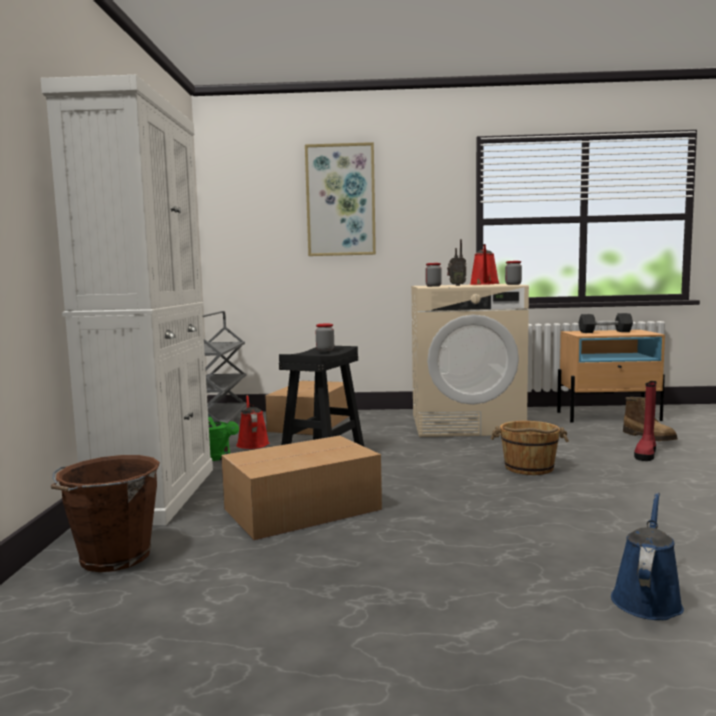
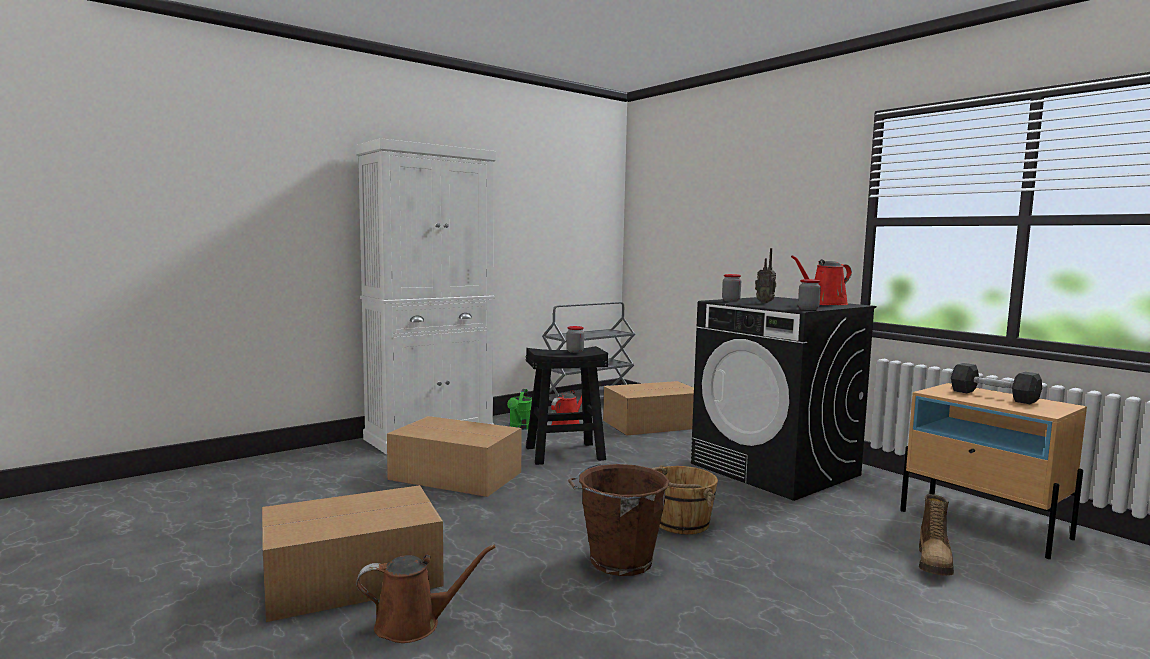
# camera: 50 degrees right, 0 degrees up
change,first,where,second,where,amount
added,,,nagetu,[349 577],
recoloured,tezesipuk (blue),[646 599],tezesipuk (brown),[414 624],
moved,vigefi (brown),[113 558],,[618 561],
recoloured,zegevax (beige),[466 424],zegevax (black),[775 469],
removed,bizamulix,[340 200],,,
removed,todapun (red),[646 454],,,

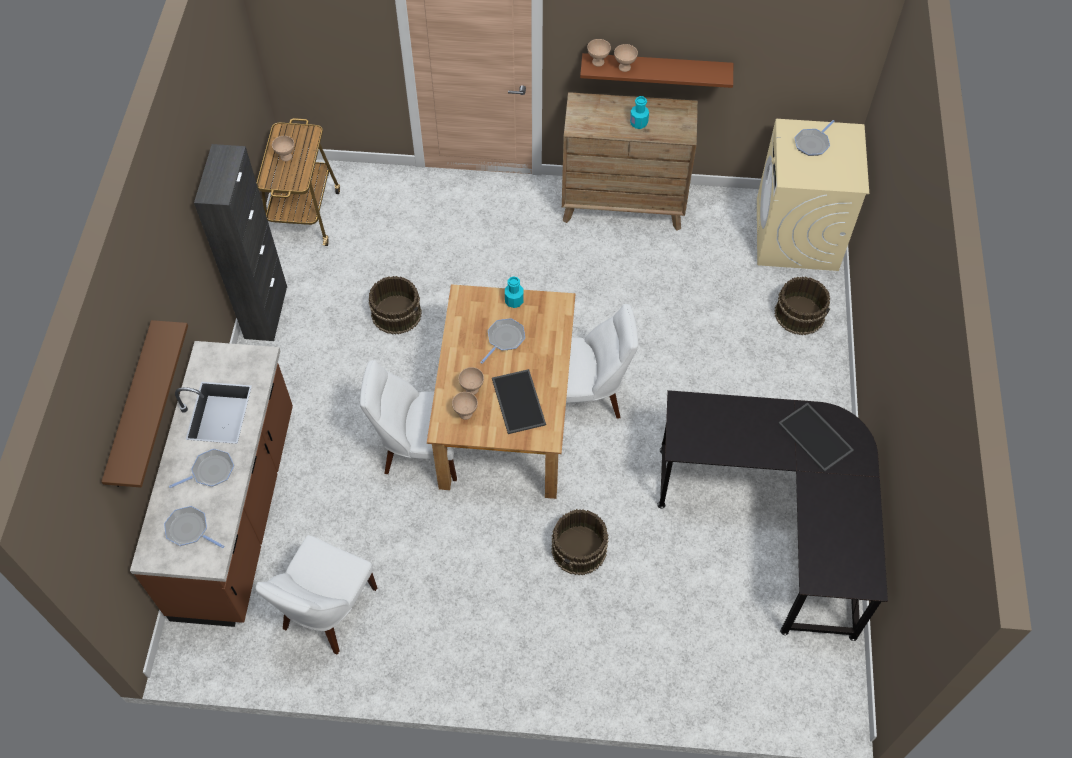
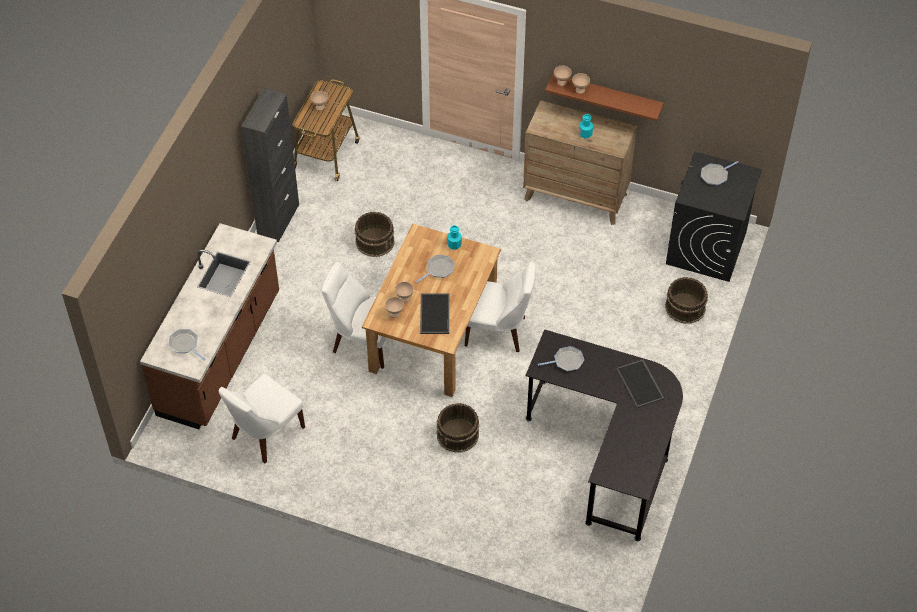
# camera: 15 degrees right, 5 degrees down
change,first,where,second,where,amount
moved,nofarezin,[211 471],,[566 361],
recoloured,zegevax (beige),[797 235],zegevax (black),[706 248],
removed,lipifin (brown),[132 407],,,

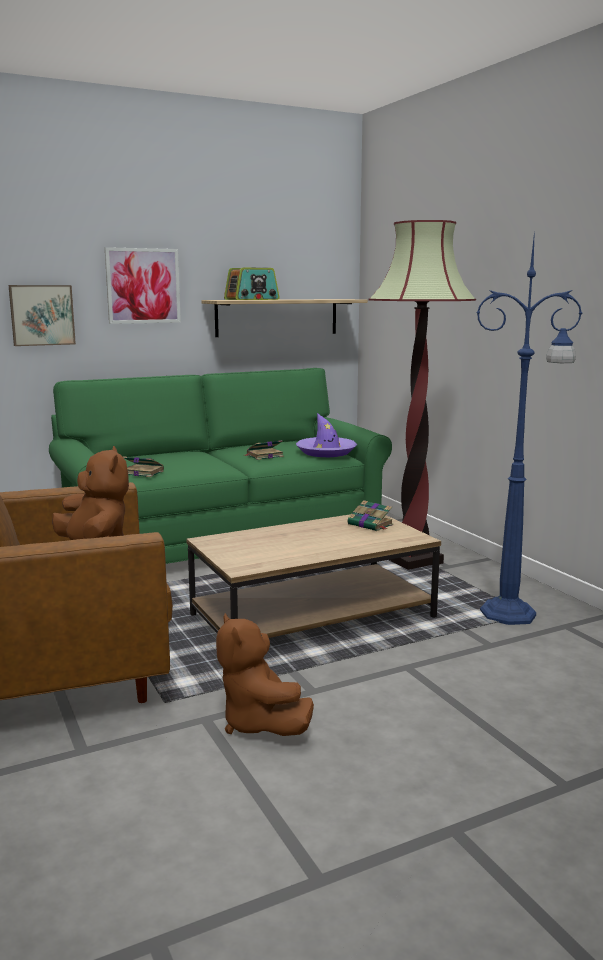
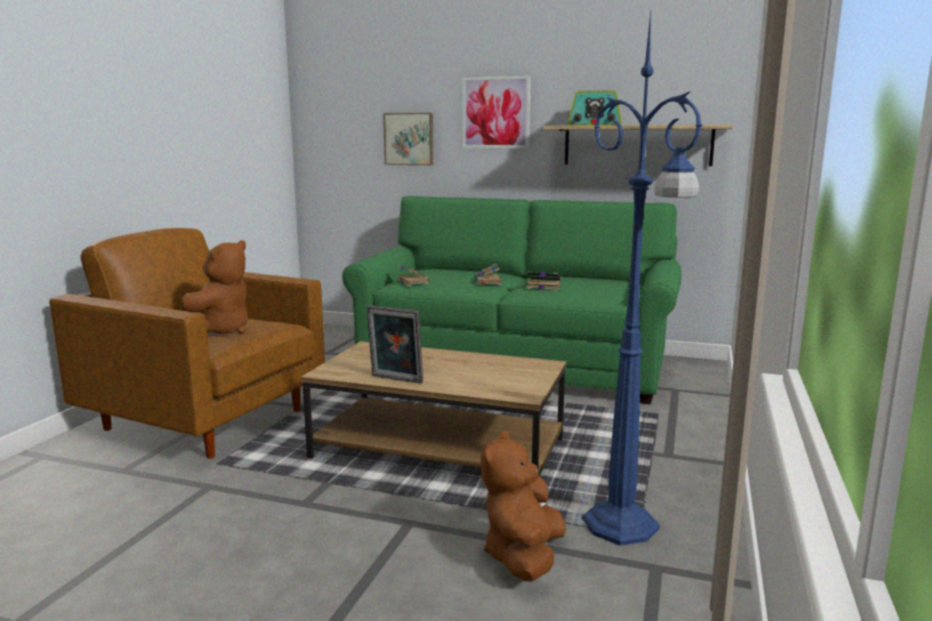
# camera: 45 degrees right, 0 degrees up
change,first,where,second,where,amount
added,,,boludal,[395 380],
moved,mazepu,[371 525],,[488 282],
moved,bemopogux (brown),[259 723],,[523 557],
removed,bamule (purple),[326 452],,,
removed,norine,[412 560],,,

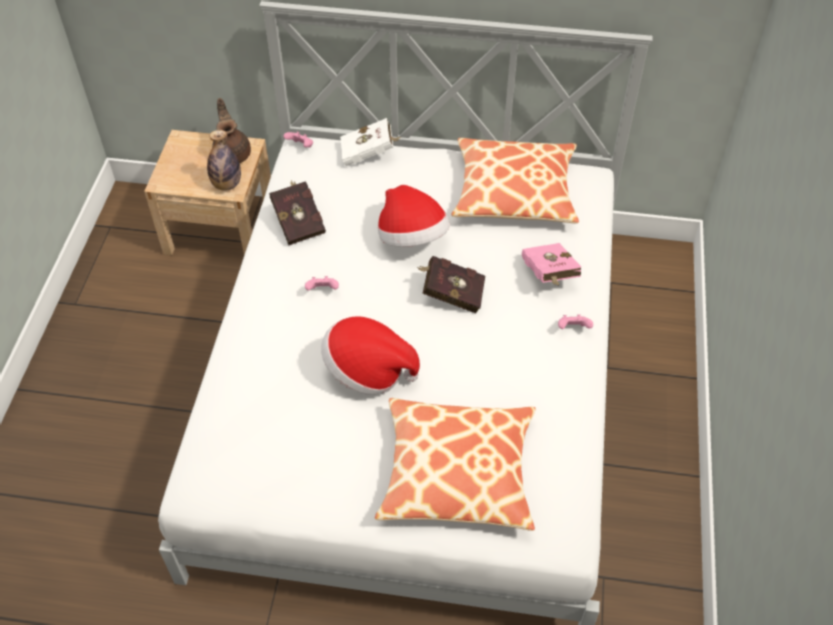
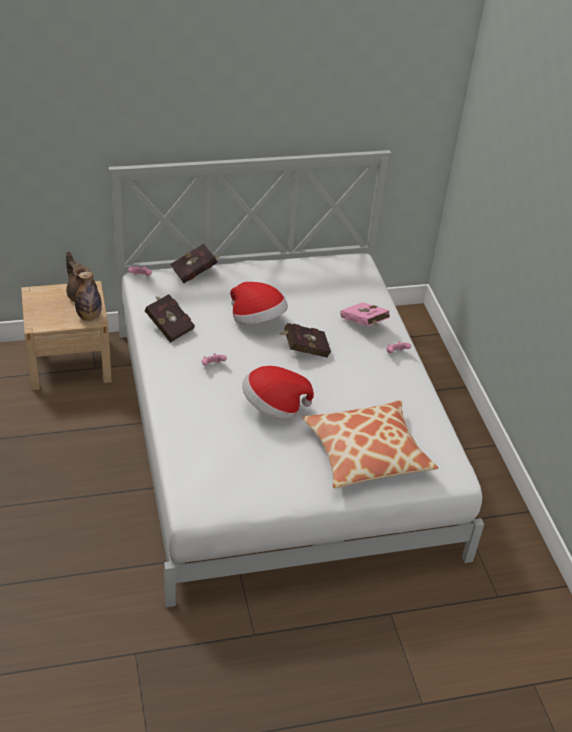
# camera: 25 degrees left, 10 degrees down
change,first,where,second,where,amount
recoloured,mazepu (white),[370 154],mazepu (red),[196 272],
removed,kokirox,[514 192],,,

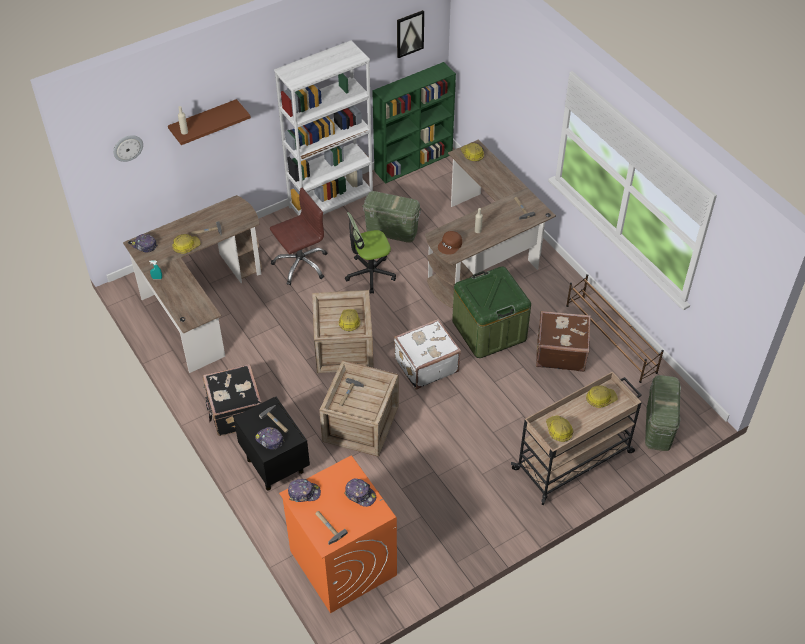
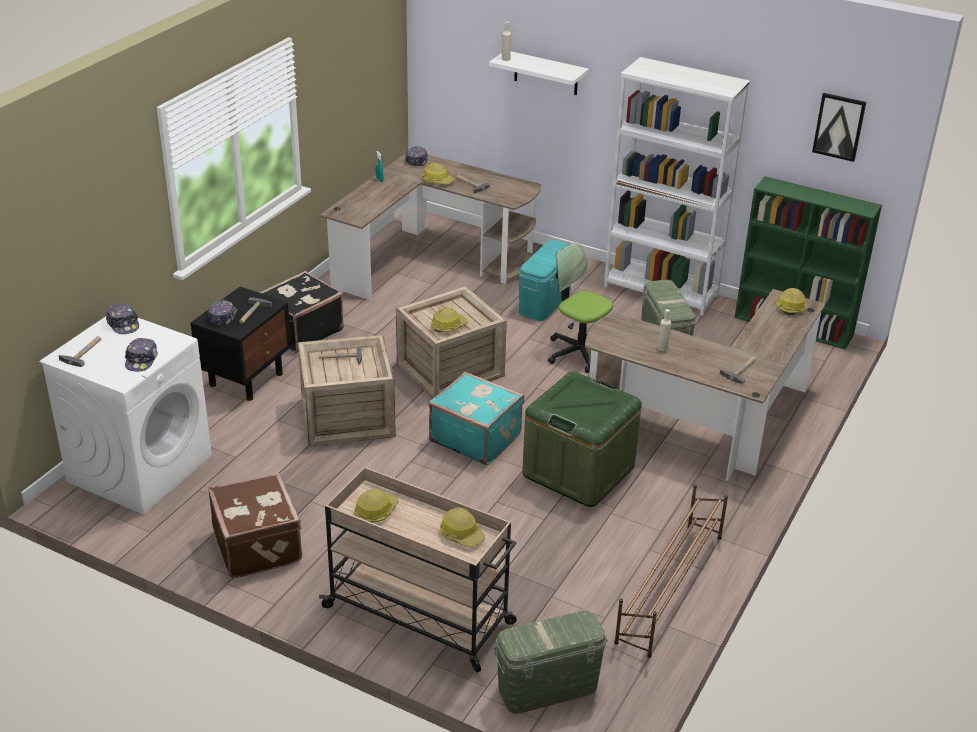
# camera: 60 degrees right, 15 degrees down
change,first,where,second,where,amount
recoloured,zegevax (orange),[342 562],zegevax (white),[140 468],
moved,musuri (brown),[560 352],,[259 545],
recoloured,musuri (white),[425 365],musuri (turquoise),[476 437],
recoloured,lipifin (brown),[204 121],lipifin (white),[546 73],
replaced,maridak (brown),[300 264],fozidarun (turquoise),[544 303],
removed,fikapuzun,[127 147],,,
removed,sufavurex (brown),[450 245],,,

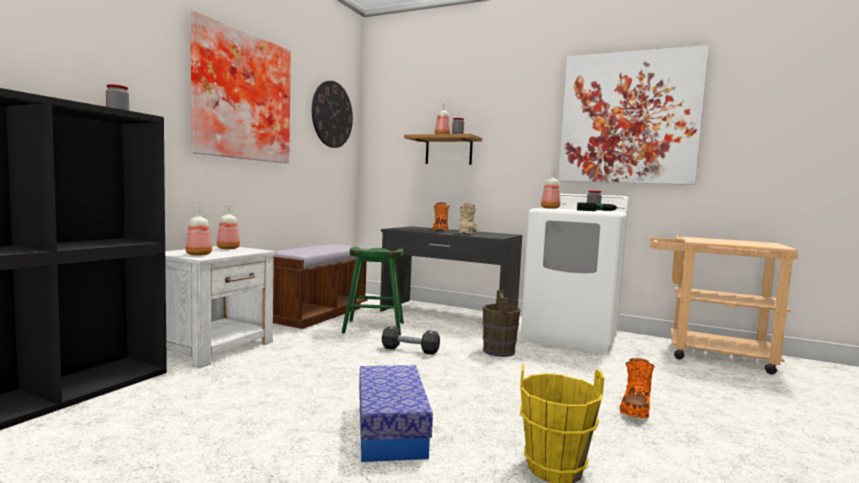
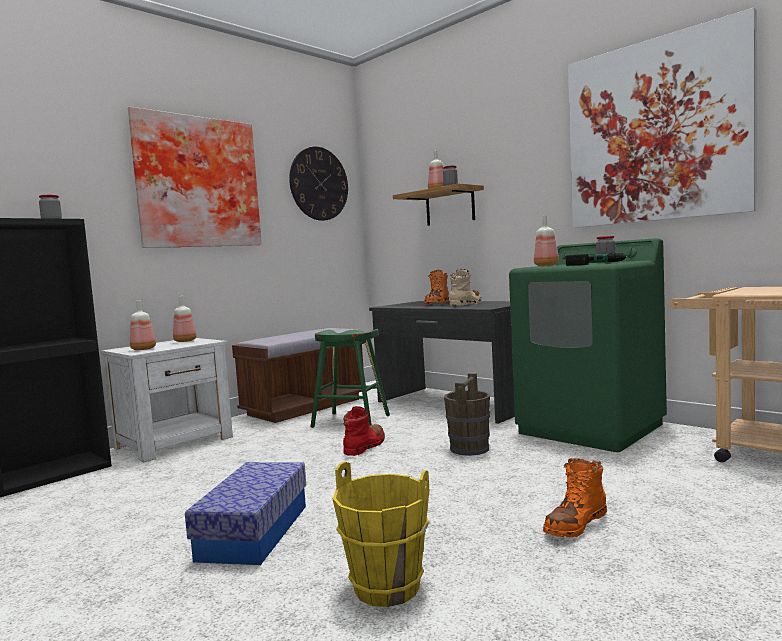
# camera: 20 degrees right, 0 degrees up
change,first,where,second,where,amount
replaced,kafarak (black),[410 350],todapun (red),[365 446],
recoloured,zegevax (white),[571 335],zegevax (green),[591 429],

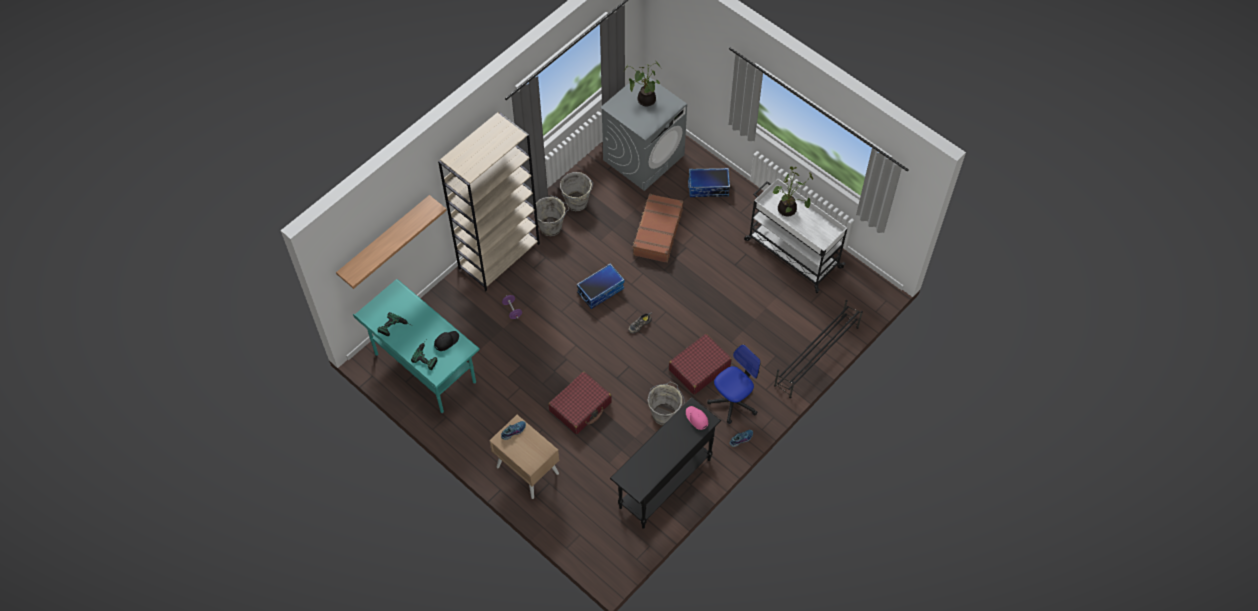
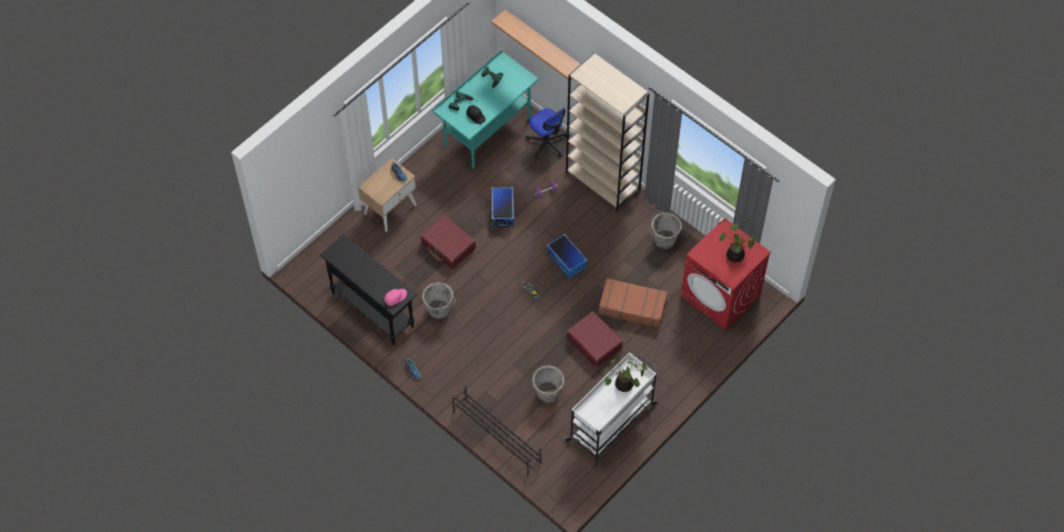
# camera: 90 degrees right, 0 degrees up
change,first,where,second,where,amount
moved,fozidarun,[708 188],,[502 211],
moved,maridak,[733 401],,[547 143],
moved,vigefi (grey),[551 227],,[548 394],
moved,musuri (red),[699 368],,[594 343],
recoloured,zegevax (grey),[643 157],zegevax (red),[721 295],

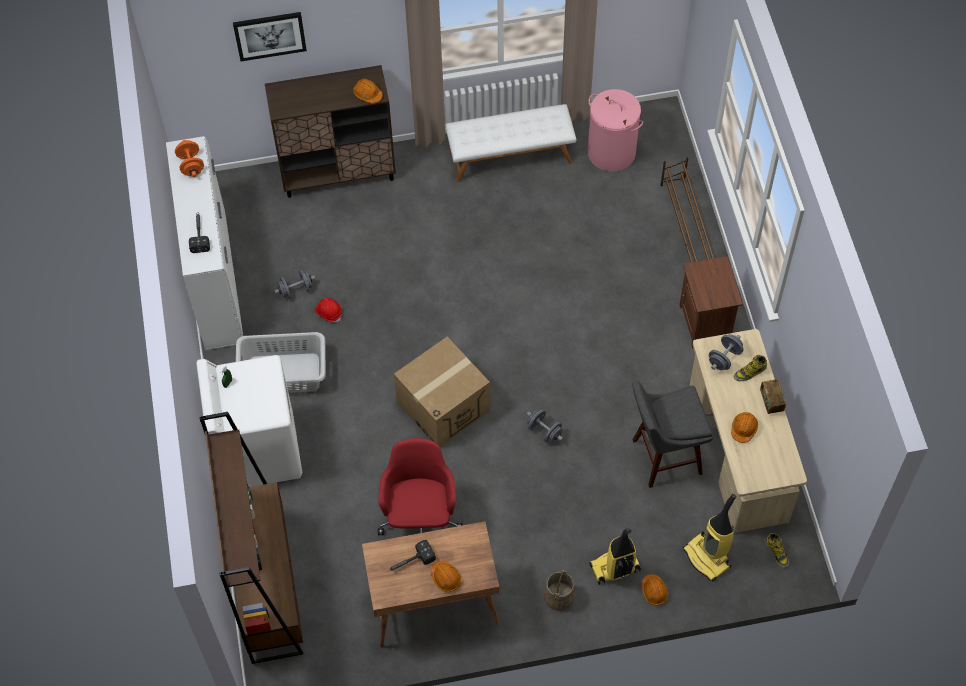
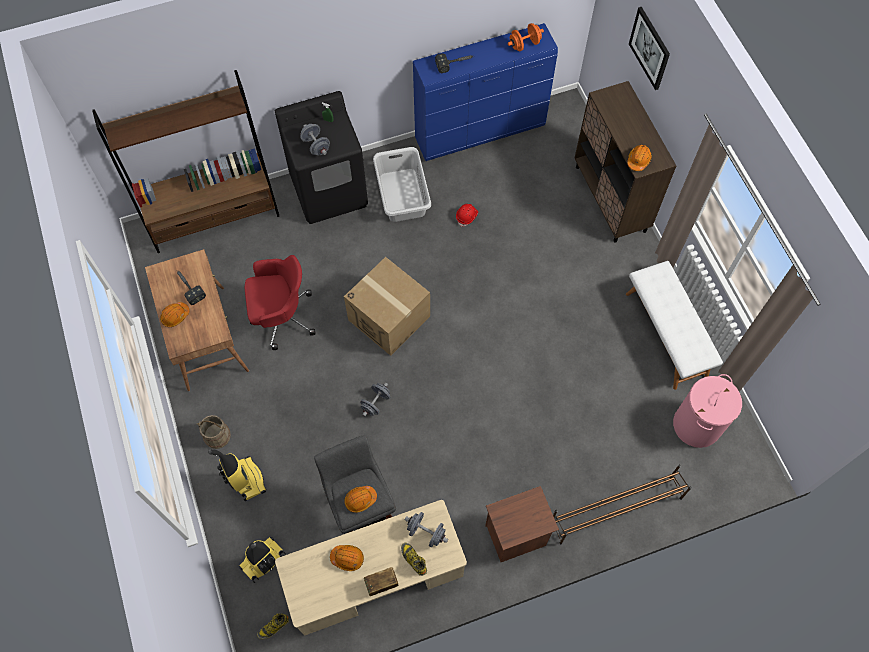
# camera: 80 degrees right, 5 degrees up
change,first,where,second,where,amount
recoloured,zegevax (white),[258 451],zegevax (black),[329 191],
moved,kafarak (grey),[296 290],,[316 146],
moved,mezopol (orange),[654 591],,[360 500],
recoloured,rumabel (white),[217 281],rumabel (blue),[481 133],

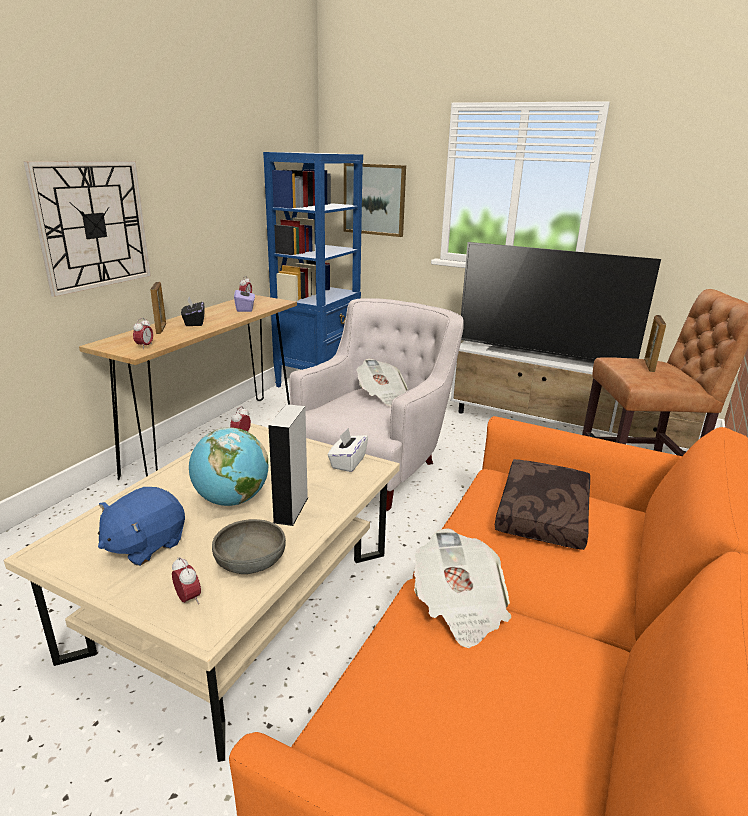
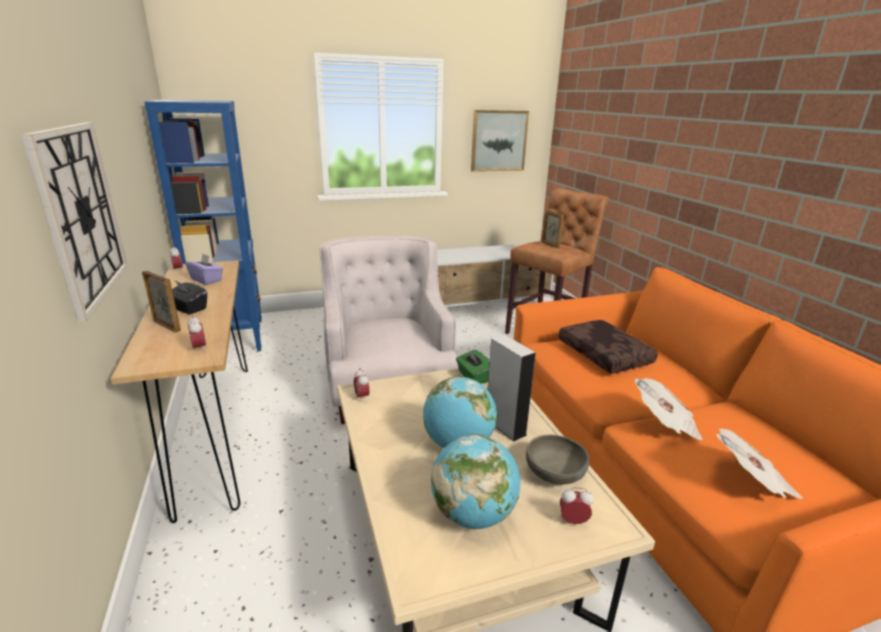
# camera: 45 degrees left, 0 degrees up
change,first,where,second,where,amount
replaced,bemopogux (blue),[145 545],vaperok,[473 514],
recoloured,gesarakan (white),[347 462],gesarakan (green),[473 377],
moved,bizamulix,[374 199],,[498 141],
moved,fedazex,[382 396],,[751 481],
removed,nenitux,[543 354],,,

